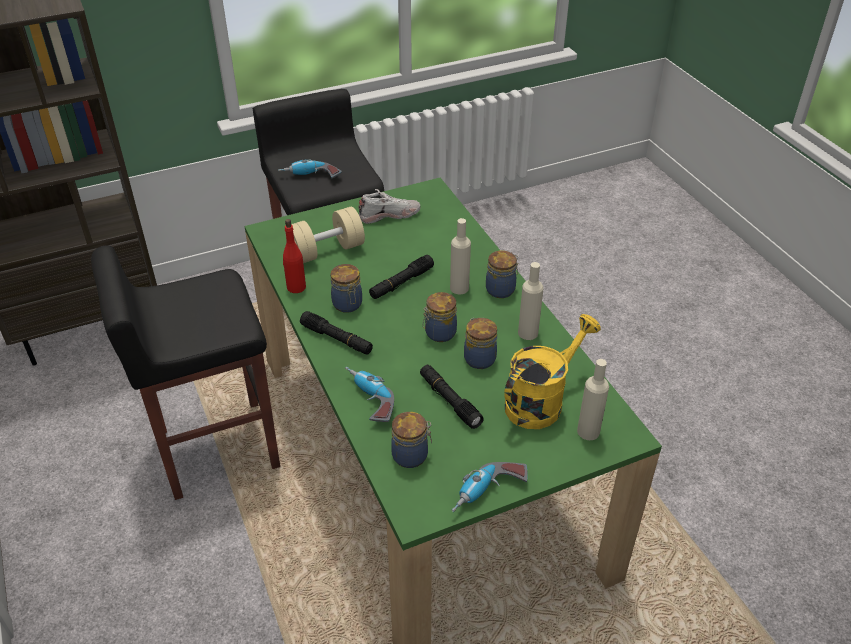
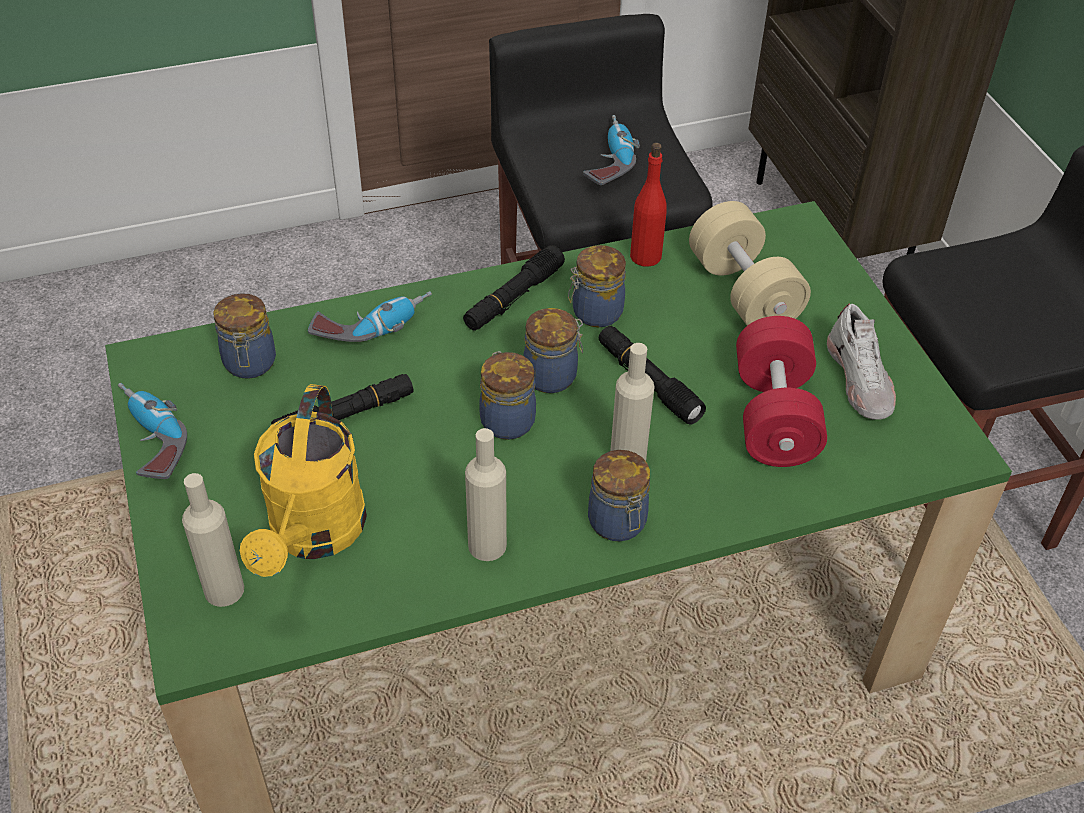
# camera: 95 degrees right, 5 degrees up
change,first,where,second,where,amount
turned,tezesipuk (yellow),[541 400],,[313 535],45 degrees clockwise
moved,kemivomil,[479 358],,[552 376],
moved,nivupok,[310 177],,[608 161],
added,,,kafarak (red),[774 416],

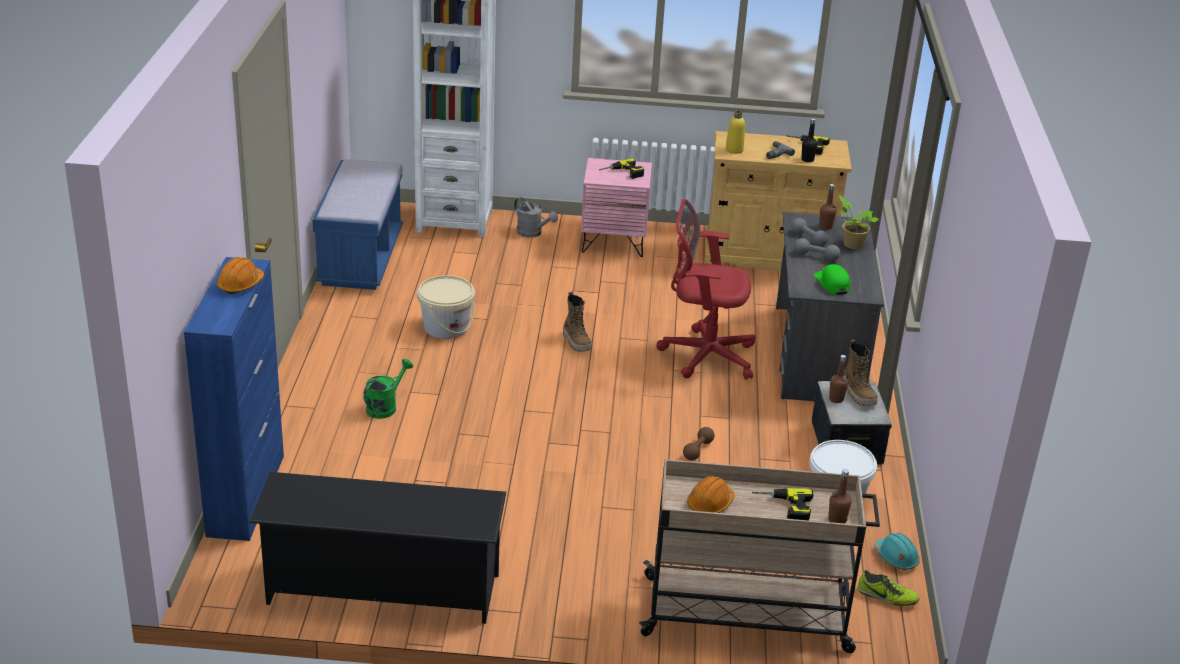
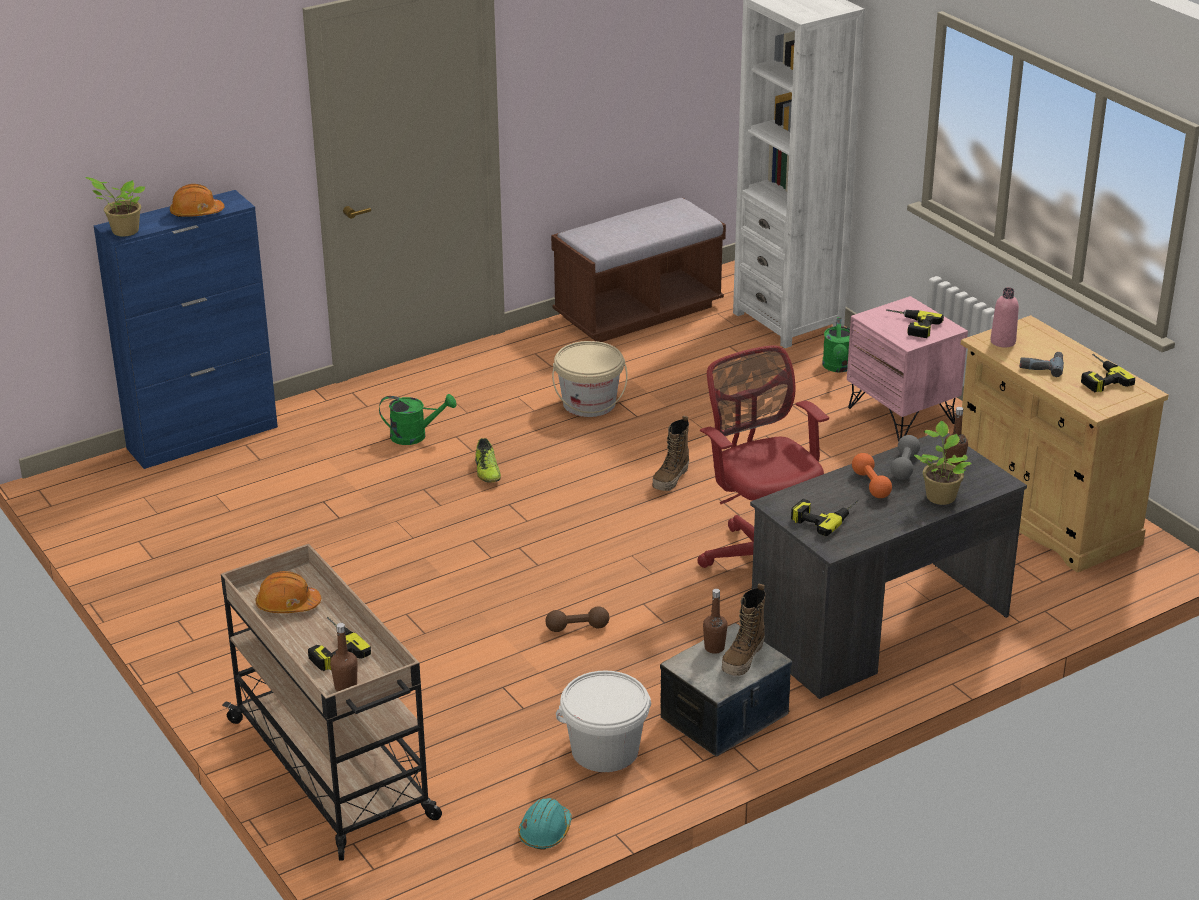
# camera: 55 degrees right, 0 degrees up
change,first,where,second,where,amount
added,,,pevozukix,[123 231],
moved,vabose,[887 597],,[487 471],
recoloured,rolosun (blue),[360 259],rolosun (brown),[638 312],
replaced,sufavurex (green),[832 283],nivupok,[824 515],
recoloured,tezesipuk (grey),[533 233],tezesipuk (green),[838 367],
recoloured,kafarak (grey),[816 256],kafarak (orange),[871 485],
recoloured,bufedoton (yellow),[734 150],bufedoton (pink),[1003 342],
removed,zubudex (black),[382 589],,,
removed,bufedoton (black),[807 160],,,

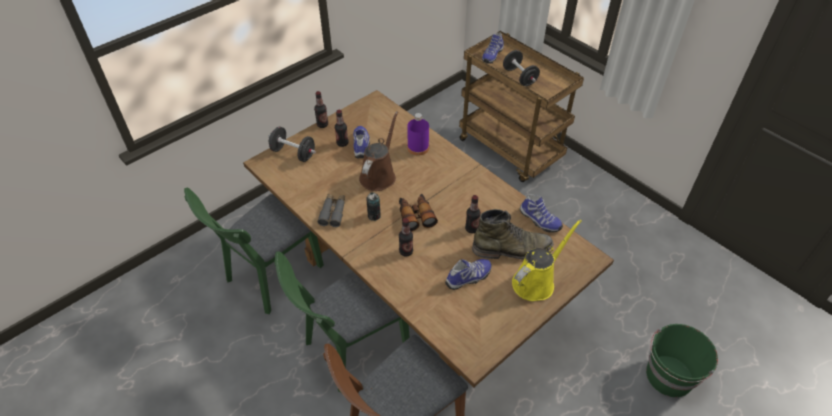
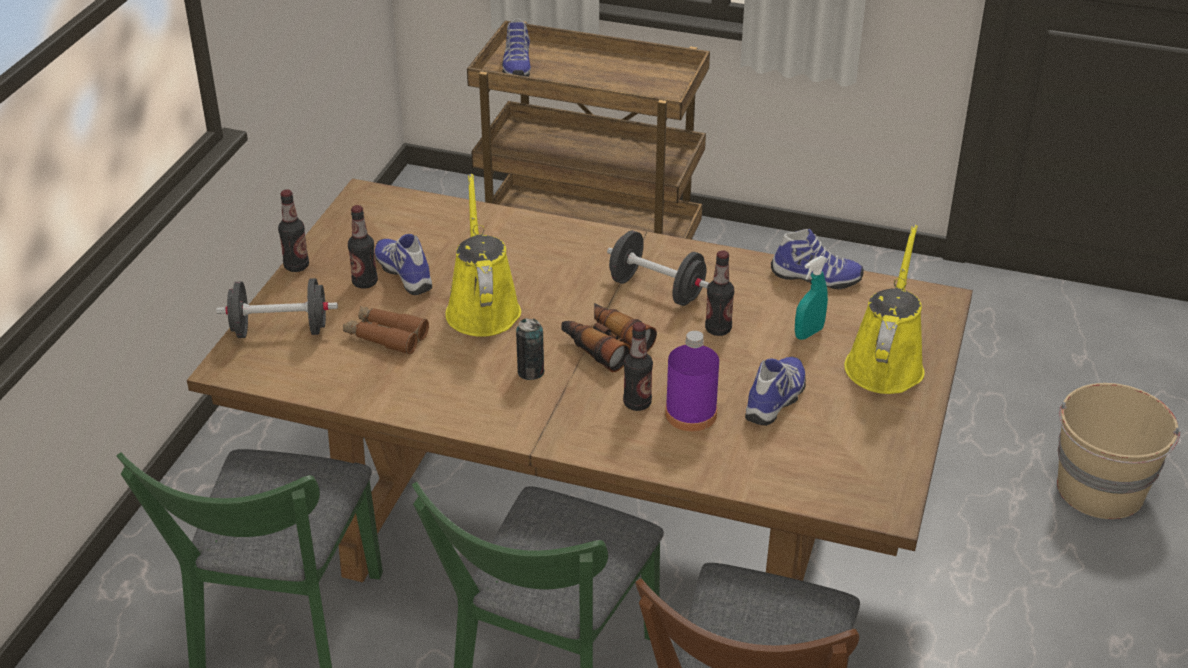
# camera: 30 degrees left, 10 degrees down
change,first,where,second,where,amount
added,,,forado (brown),[386 336],
recoloured,tezesipuk (brown),[379 175],tezesipuk (yellow),[482 308],
moved,kafarak (black),[519 77],,[657 289],
moved,bufedoton (purple),[418 148],,[691 414],
replaced,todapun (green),[512 249],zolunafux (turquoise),[808 333],
recoloured,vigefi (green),[669 376],vigefi (beige),[1100 490],
removed,forado (grey),[333 213],,,

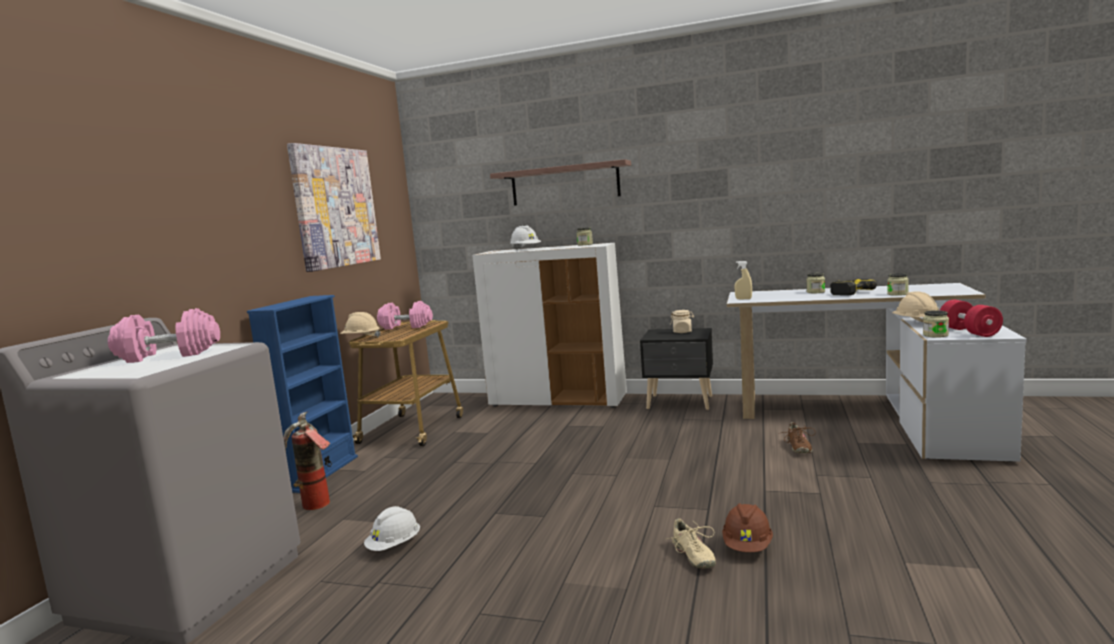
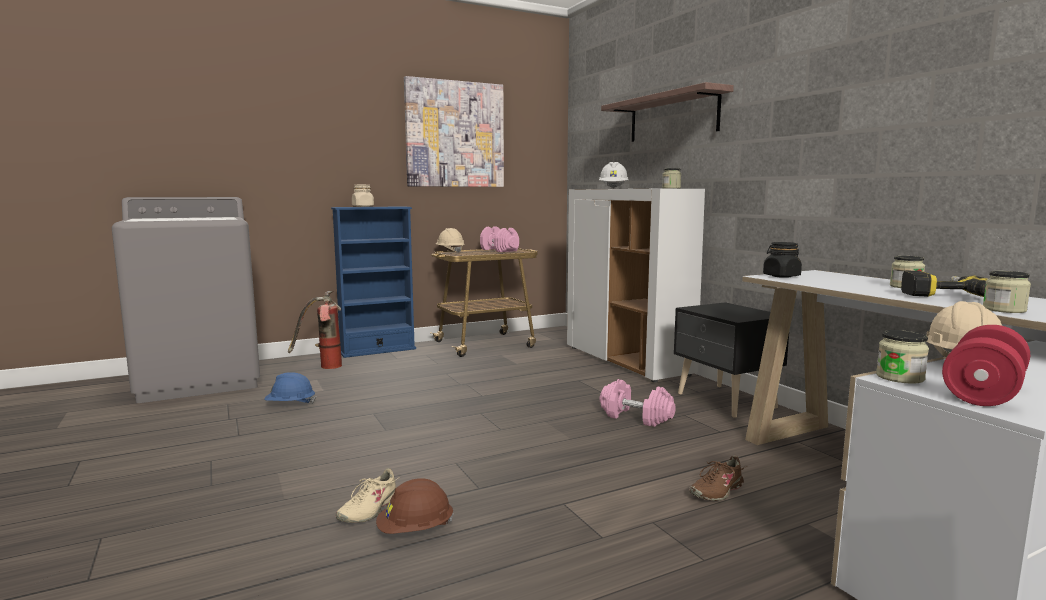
# camera: 45 degrees right, 0 degrees up
change,first,where,second,where,amount
recoloured,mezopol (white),[394 546],mezopol (blue),[290 404],
moved,kemivomil (beige),[682 332],,[363 206],
moved,kafarak (pink),[168 355],,[635 417],
replaced,zolunafux (beige),[743 299],kemivomil (black),[781 276],

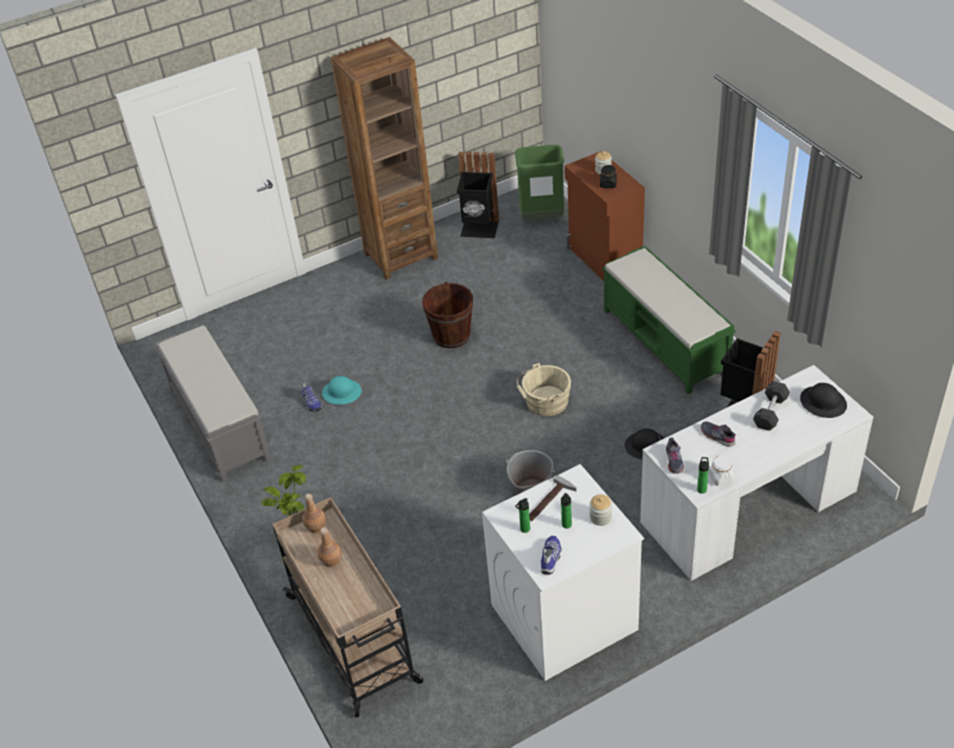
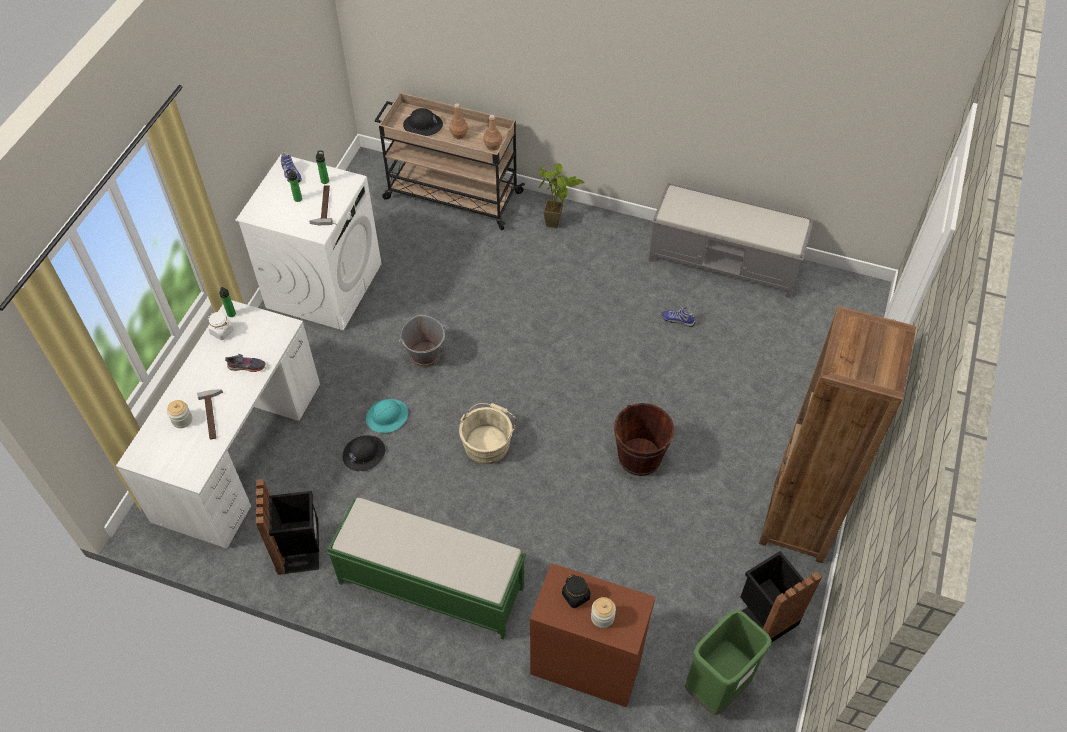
# camera: 135 degrees right, 10 degrees up
change,first,where,second,where,amount
moved,kemivomil,[600 517],,[182 420],
replaced,kafarak (black),[770 412],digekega,[213 415],
moved,mezopol (turquoise),[342 392],,[387 416],
moved,mezopol (black),[823 402],,[423 125],
removed,vabose (grey),[674 461],,,

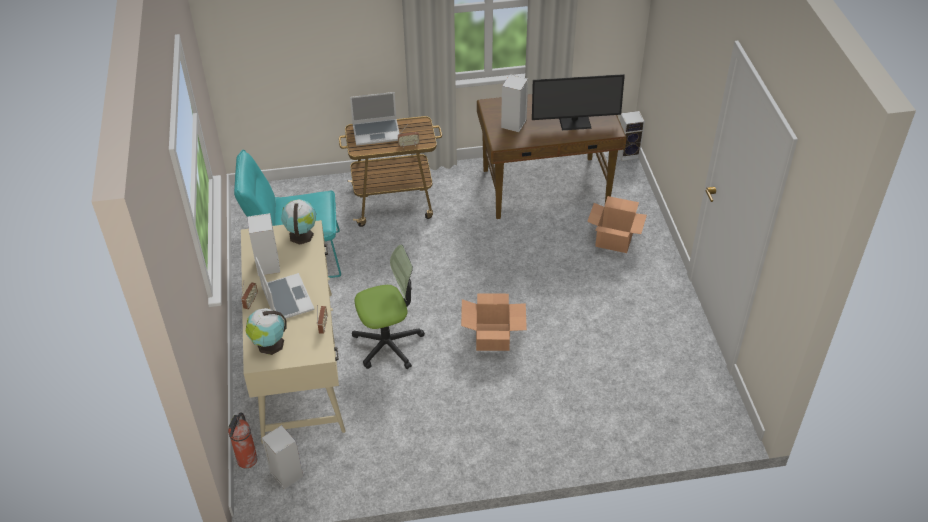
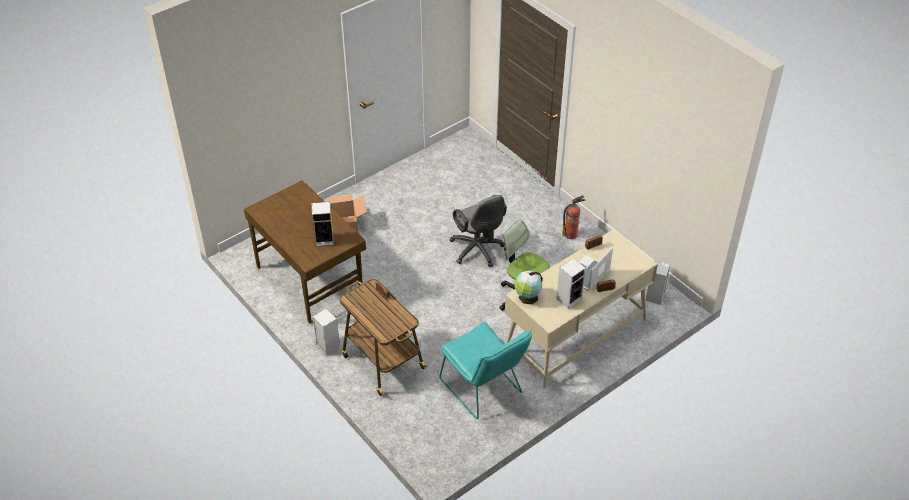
# camera: 120 degrees left, 0 degrees up
change,first,where,second,where,amount
moved,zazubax,[628 153],,[327 345],
replaced,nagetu,[492 337],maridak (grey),[478 251],
moved,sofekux,[246 461],,[571 234],
removed,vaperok,[269 345],,,
removed,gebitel,[377 132],,,
removed,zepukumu,[574 121],,,

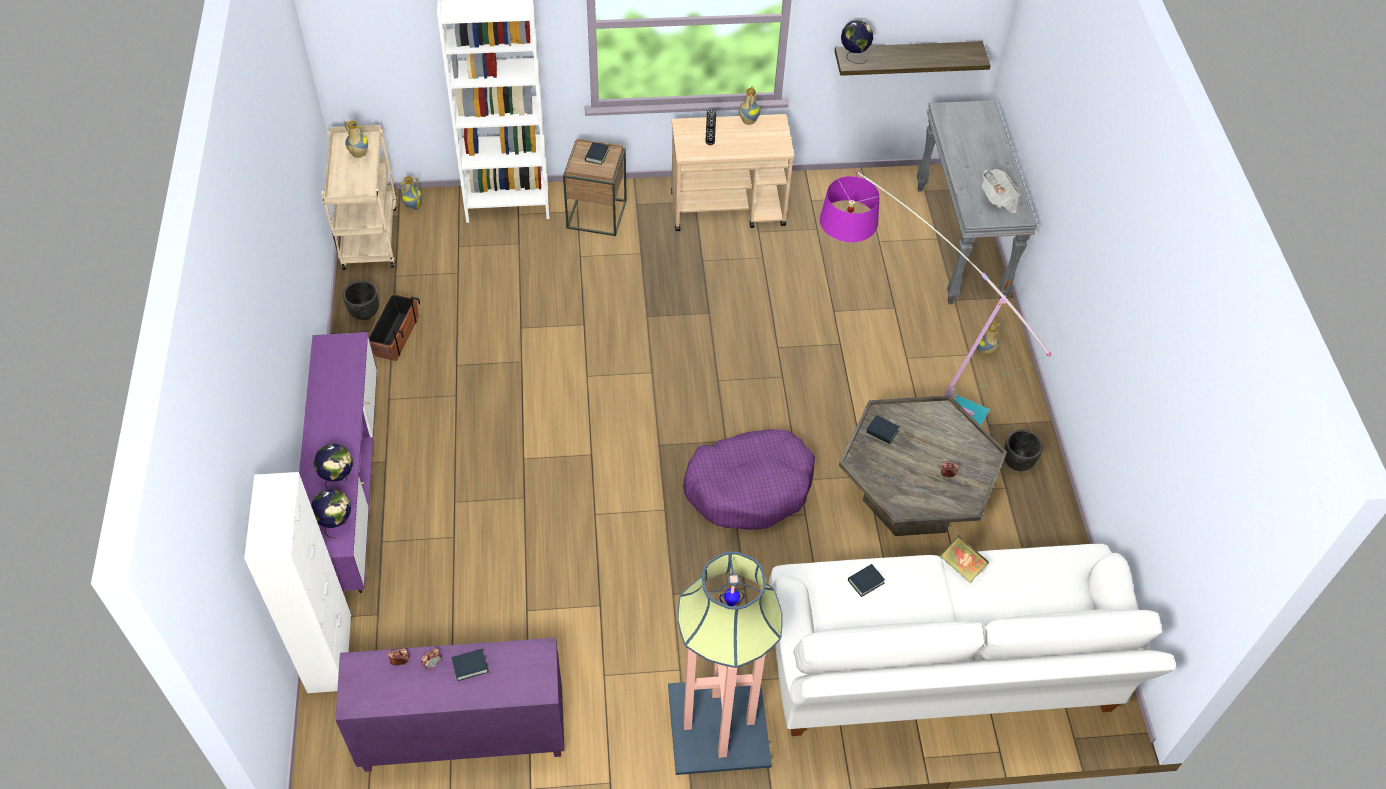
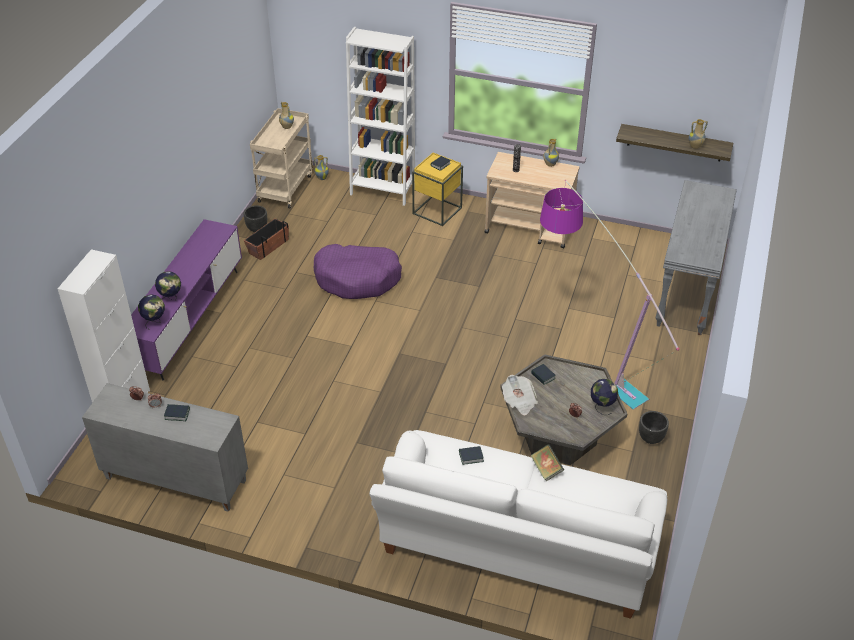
# camera: 25 degrees right, 10 degrees down
change,first,where,second,where,amount
recoloured,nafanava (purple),[462 737],nafanava (grey),[174 479],
moved,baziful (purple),[749 487],,[357 278],
recoloured,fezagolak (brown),[597 214],fezagolak (yellow),[437 210],
moved,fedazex,[999 199],,[519 401],
moved,vaperok,[854 56],,[602 407],
moved,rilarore,[984 353],,[695 147],
removed,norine,[718 726],,,

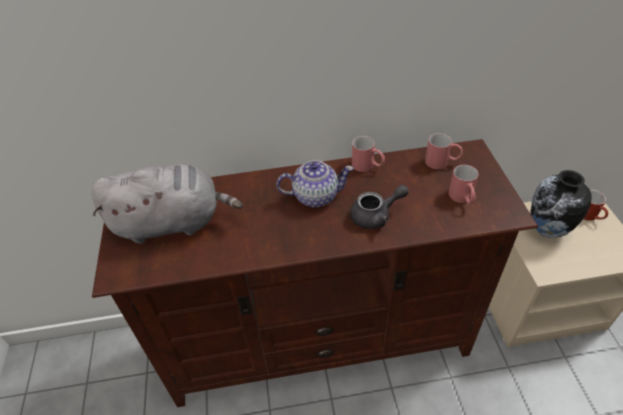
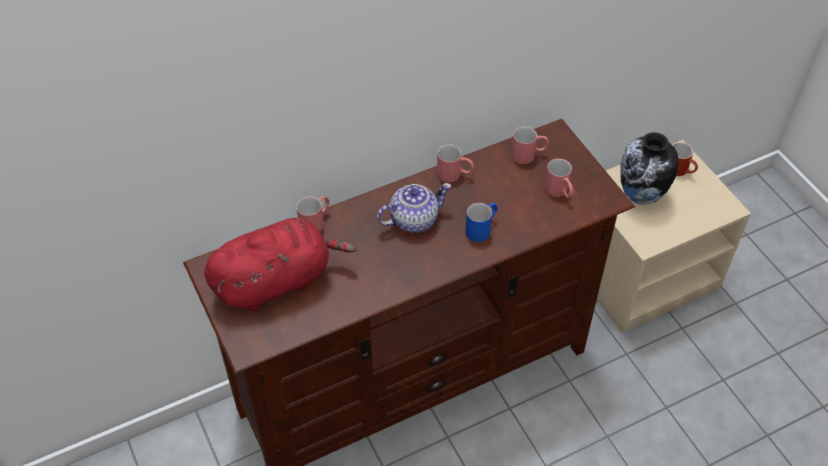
# camera: 20 degrees left, 5 degrees up
change,first,where,second,where,amount
recoloured,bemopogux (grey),[173 223],bemopogux (red),[277 281],
added,,,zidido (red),[316 222],
replaced,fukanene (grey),[376 216],zidido (blue),[482 228],

